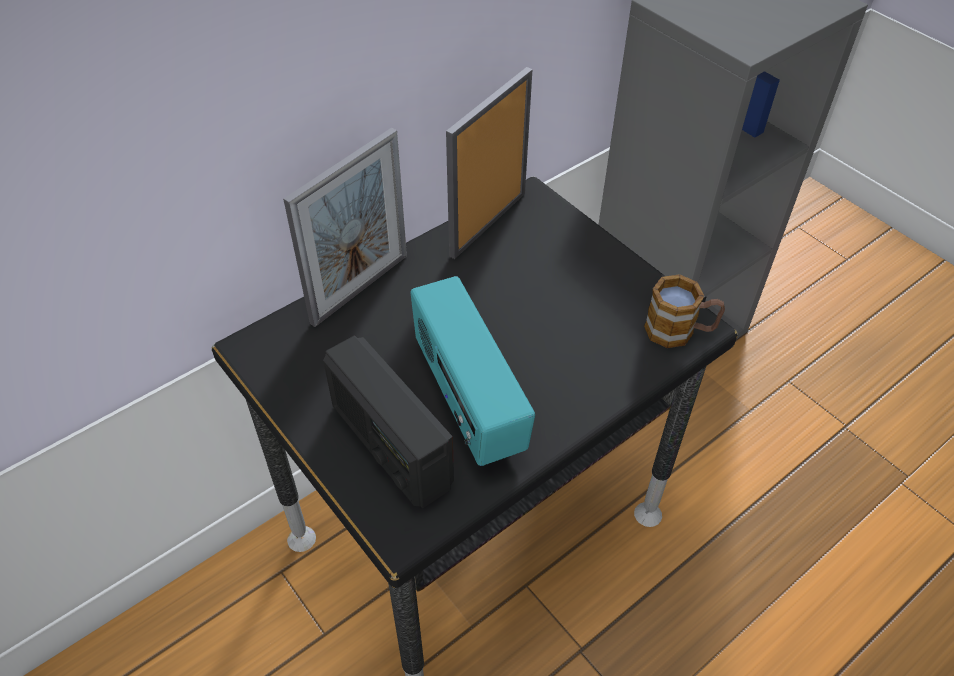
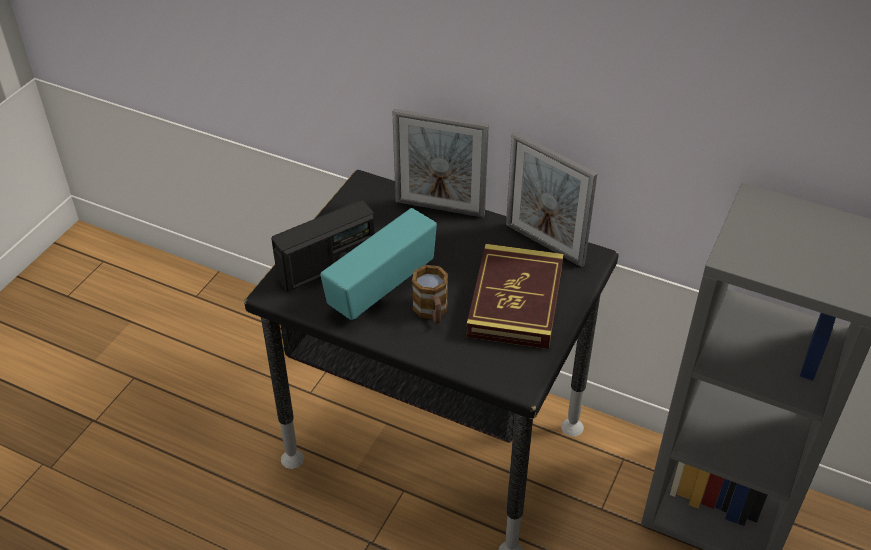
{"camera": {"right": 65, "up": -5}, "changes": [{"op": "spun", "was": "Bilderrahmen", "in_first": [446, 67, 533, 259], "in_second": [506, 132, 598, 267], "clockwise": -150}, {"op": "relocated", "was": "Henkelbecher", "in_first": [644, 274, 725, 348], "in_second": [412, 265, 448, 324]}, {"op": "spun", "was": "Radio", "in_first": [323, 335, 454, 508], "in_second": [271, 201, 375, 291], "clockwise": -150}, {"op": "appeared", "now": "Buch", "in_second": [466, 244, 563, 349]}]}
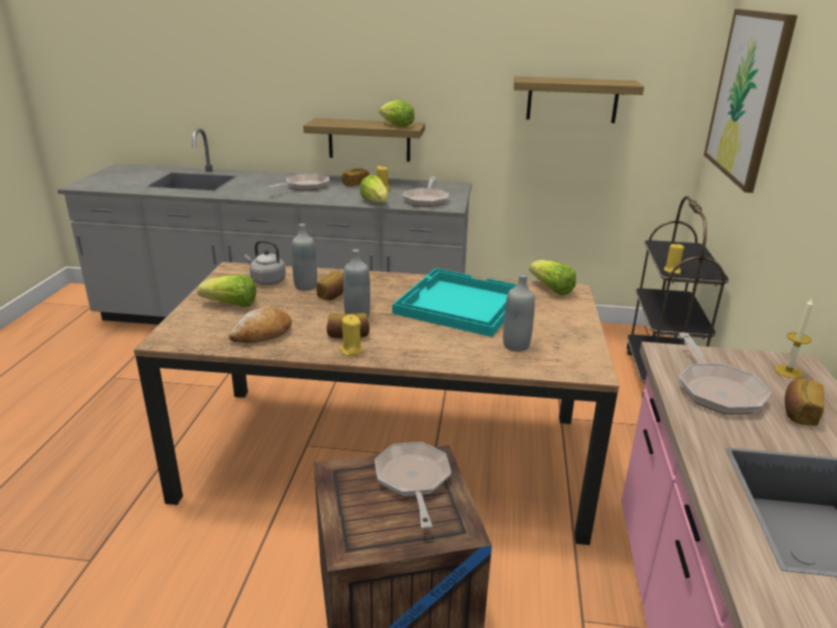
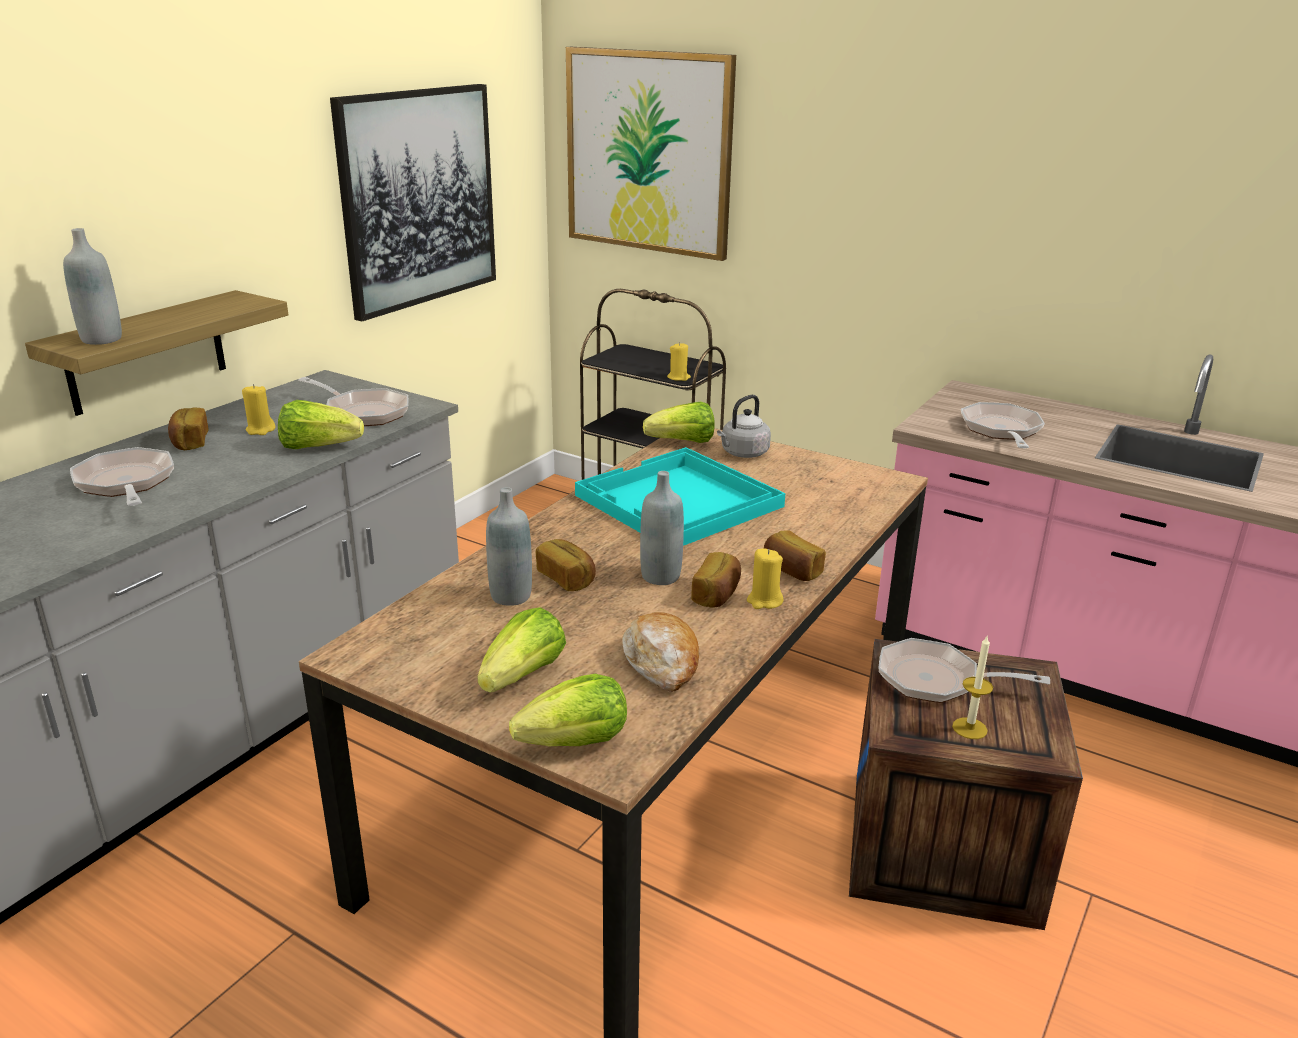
{"camera": {"right": -65, "up": 0}, "changes": [{"op": "exchanged", "was": "Wandregal", "now": "Bild", "in_first": [514, 76, 644, 123], "in_second": [330, 84, 496, 321]}, {"op": "relocated", "was": "Salatkopf", "in_first": [379, 100, 414, 127], "in_second": [509, 674, 627, 746]}, {"op": "relocated", "was": "Wasserkessel (grau)", "in_first": [244, 240, 286, 285], "in_second": [717, 395, 771, 458]}, {"op": "relocated", "was": "Flasche (grau)", "in_first": [503, 274, 535, 352], "in_second": [63, 228, 122, 345]}, {"op": "relocated", "was": "Kerze", "in_first": [775, 298, 813, 378], "in_second": [952, 636, 993, 739]}, {"op": "spun", "was": "Pfanne", "in_first": [679, 333, 771, 414], "in_second": [961, 402, 1045, 448], "clockwise": -105}, {"op": "relocated", "was": "Brot", "in_first": [785, 378, 824, 426], "in_second": [764, 530, 826, 581]}]}
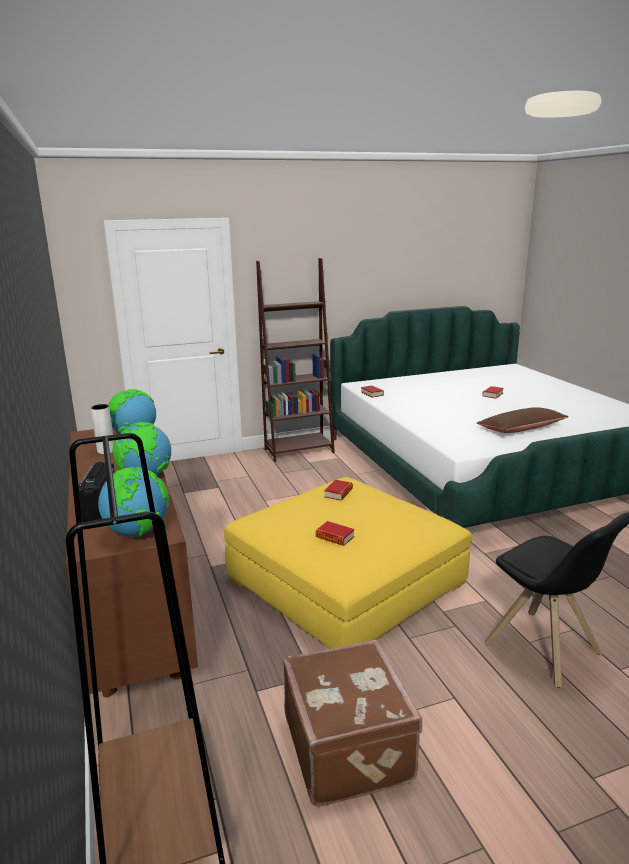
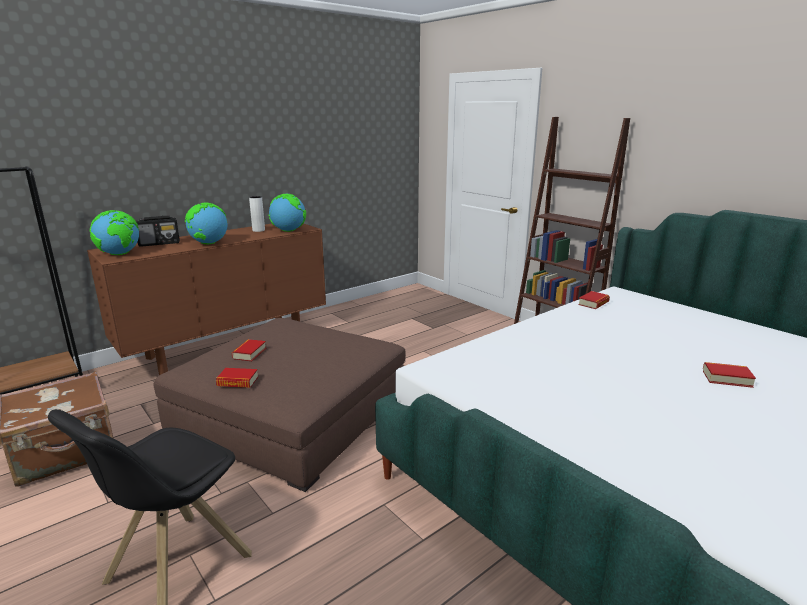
{"camera": {"right": 70, "up": 0}, "changes": [{"op": "missing", "was": "Kissen (braun)", "in_first": [477, 407, 569, 433]}, {"op": "colour", "was": "Polsterhocker (gelb)", "now": "Polsterhocker (braun)", "in_first": [224, 477, 472, 649], "in_second": [154, 318, 405, 492]}, {"op": "relocated", "was": "Buch", "in_first": [324, 480, 353, 501], "in_second": [216, 368, 258, 388]}]}
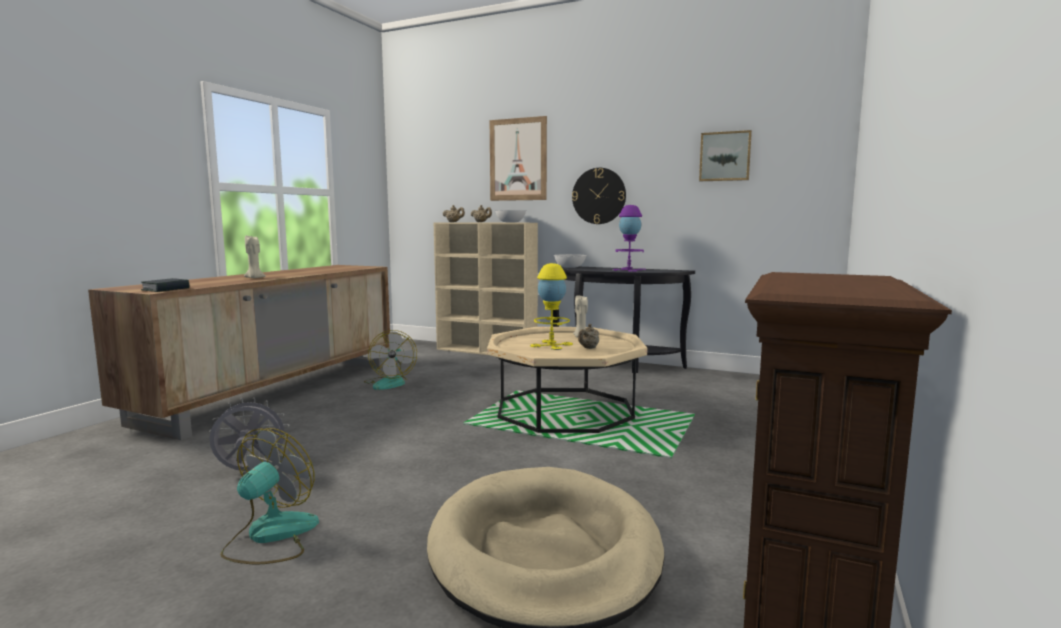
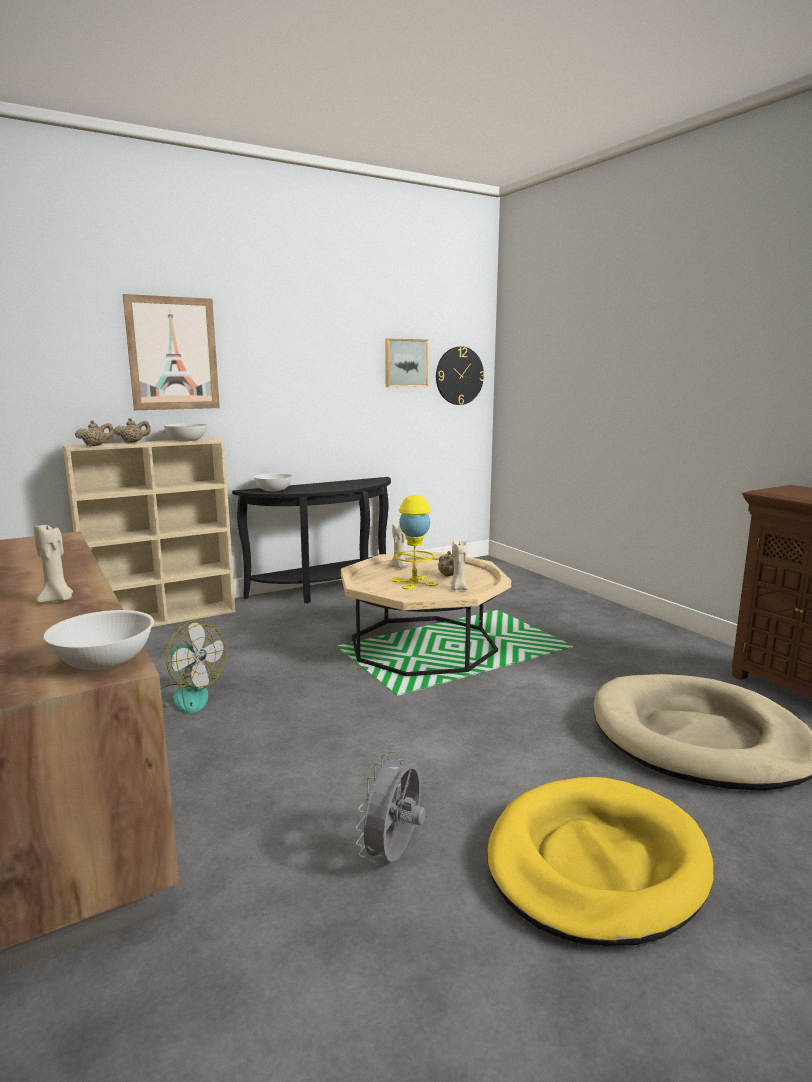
{"camera": {"right": -55, "up": 5}, "changes": [{"op": "relocated", "was": "Wanduhr", "in_first": [572, 168, 626, 224], "in_second": [436, 346, 485, 405]}, {"op": "missing", "was": "Tischlampe (lila)", "in_first": [612, 205, 646, 272]}, {"op": "exchanged", "was": "Buch", "now": "Schüssel (weiß)", "in_first": [141, 278, 189, 292], "in_second": [44, 610, 154, 670]}, {"op": "exchanged", "was": "Ventilator", "now": "Hundebett (gelb)", "in_first": [221, 428, 319, 564], "in_second": [487, 777, 713, 946]}, {"op": "appeared", "now": "Kerze (beige)", "in_second": [451, 540, 468, 590]}]}
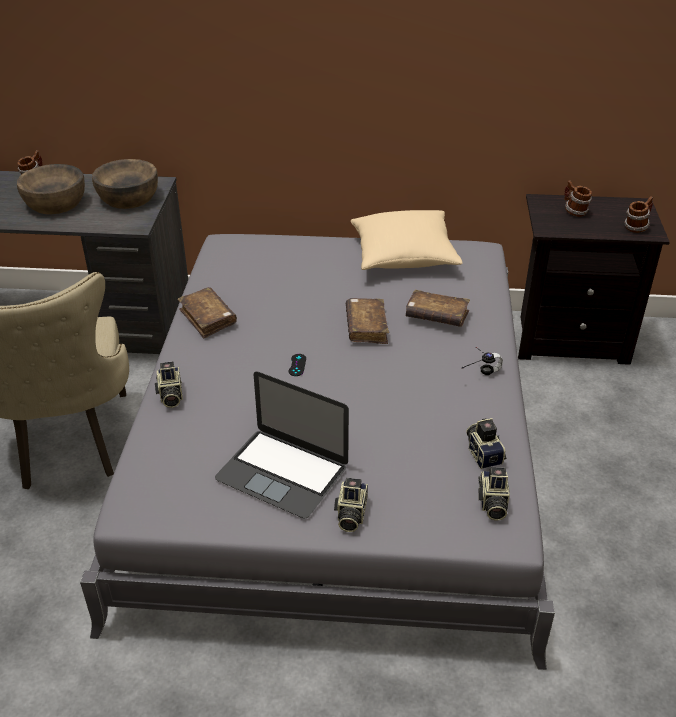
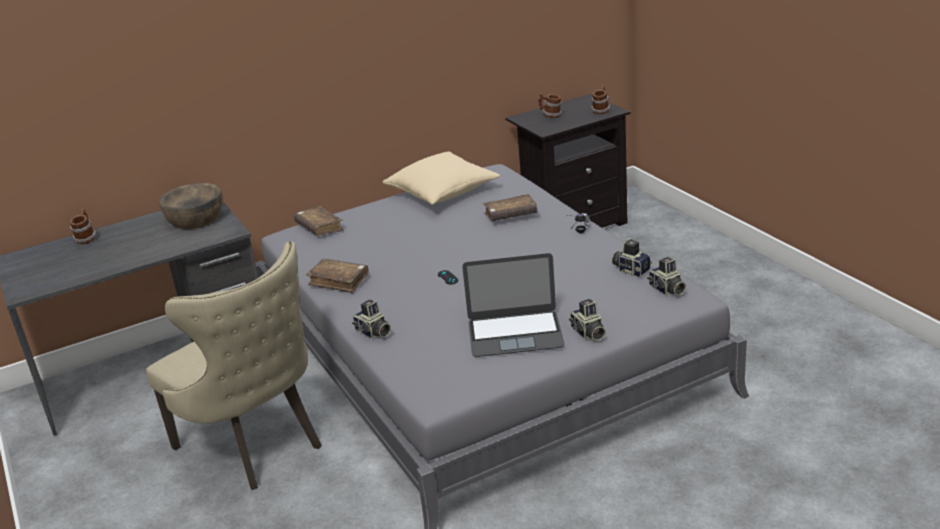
{"camera": {"right": -30, "up": -10}, "changes": [{"op": "missing", "was": "Schüssel (braun)", "in_first": [17, 164, 85, 214]}, {"op": "relocated", "was": "Buch (braun)", "in_first": [346, 298, 389, 344], "in_second": [294, 206, 344, 236]}]}
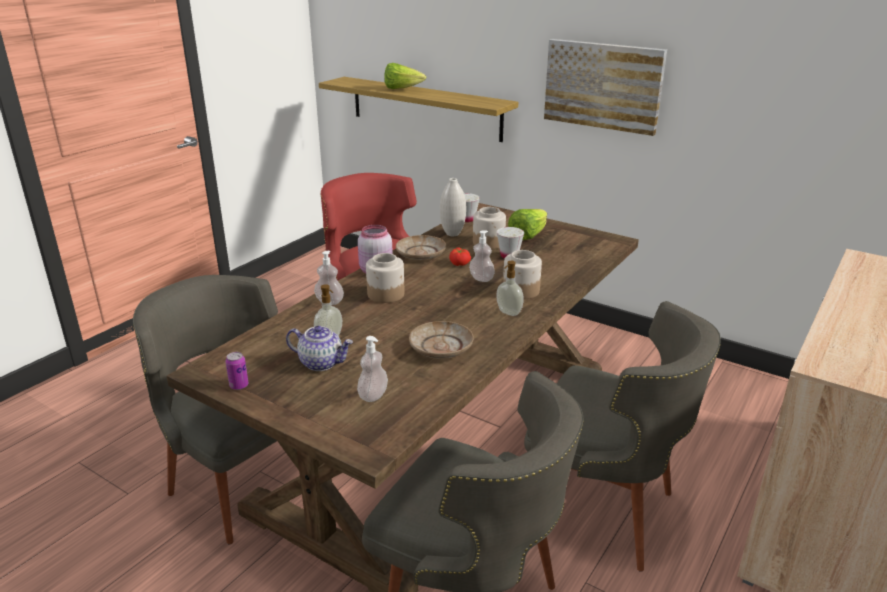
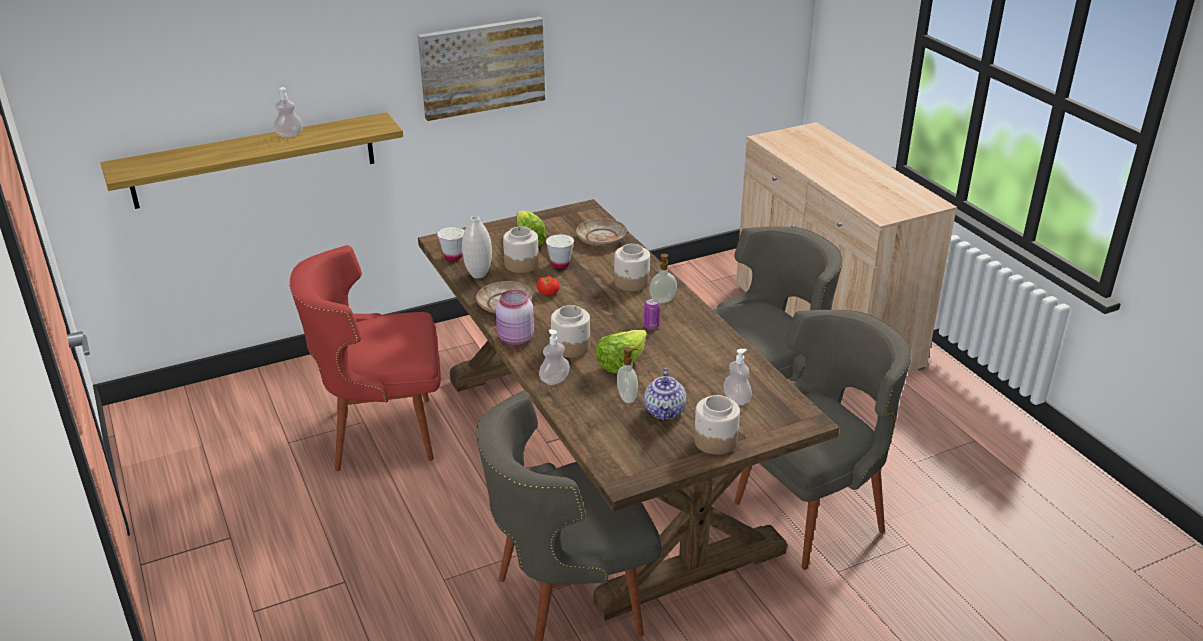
{"camera": {"right": -60, "up": 5}, "changes": [{"op": "relocated", "was": "Salatkopf", "in_first": [384, 63, 426, 89], "in_second": [595, 330, 647, 373]}, {"op": "relocated", "was": "Seifenspender", "in_first": [469, 230, 495, 282], "in_second": [274, 87, 303, 137]}, {"op": "relocated", "was": "Teller (beige)", "in_first": [409, 321, 474, 359], "in_second": [576, 219, 627, 246]}, {"op": "spun", "was": "Teekanne", "in_first": [286, 326, 353, 371], "in_second": [644, 368, 686, 421], "clockwise": 135}, {"op": "relocated", "was": "Dose", "in_first": [225, 352, 249, 390], "in_second": [644, 298, 660, 329]}, {"op": "appeared", "now": "Vorratsglas", "in_second": [694, 395, 740, 455]}]}
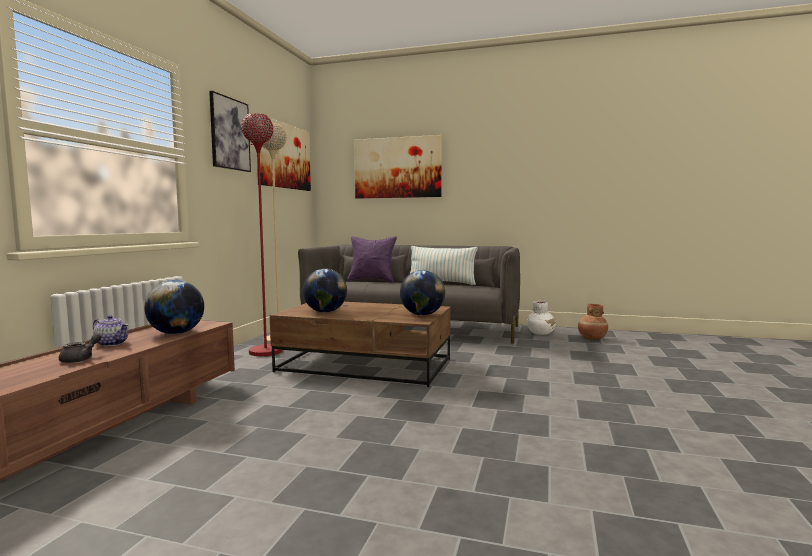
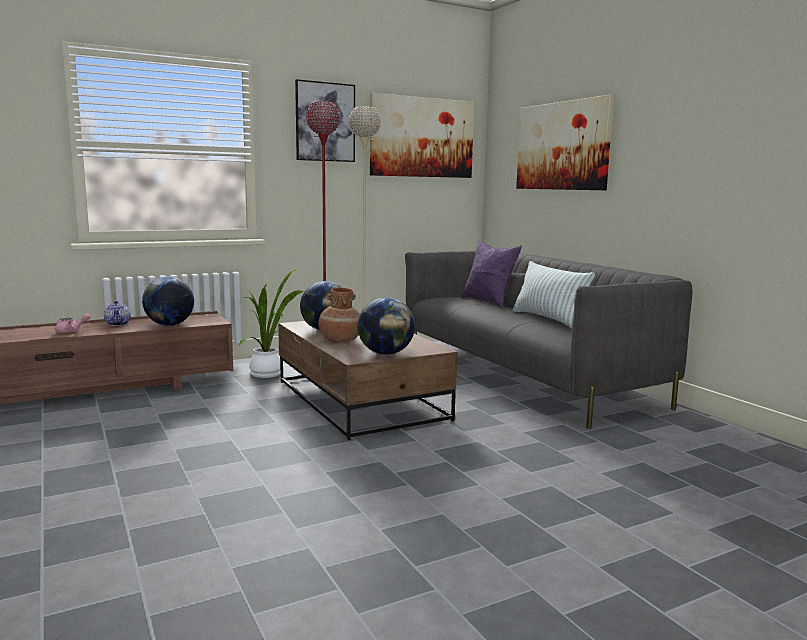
{"camera": {"right": 45, "up": 5}, "changes": [{"op": "missing", "was": "Vase (weiß)", "in_first": [527, 301, 556, 335]}, {"op": "relocated", "was": "Vase (braun)", "in_first": [578, 304, 608, 340], "in_second": [318, 288, 360, 343]}, {"op": "colour", "was": "Teekanne (grau)", "now": "Teekanne (rosa)", "in_first": [59, 333, 101, 363], "in_second": [55, 314, 91, 333]}, {"op": "appeared", "now": "Topfpflanze", "in_second": [239, 270, 303, 378]}]}
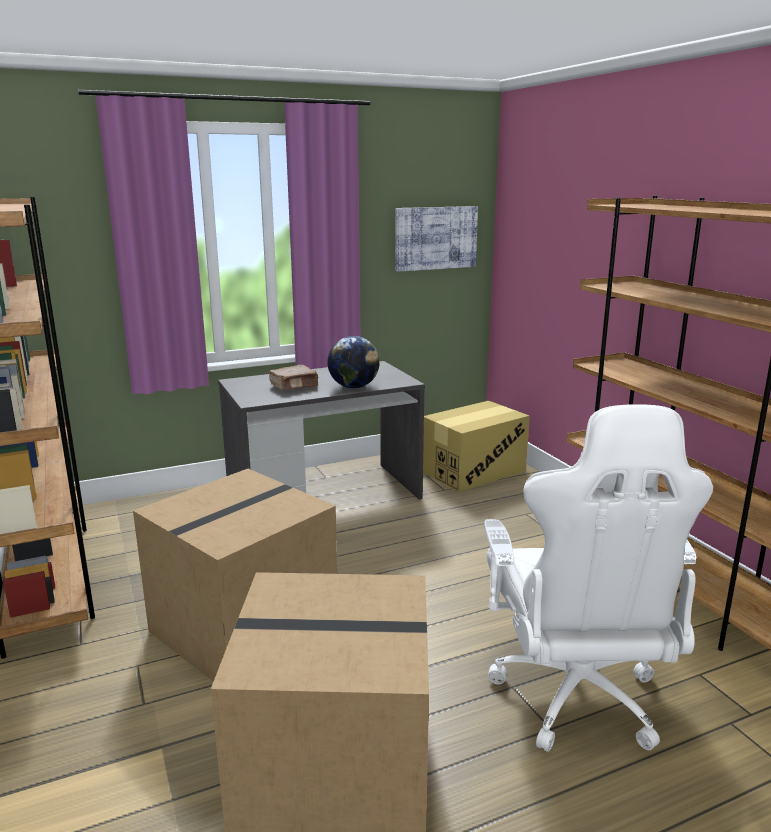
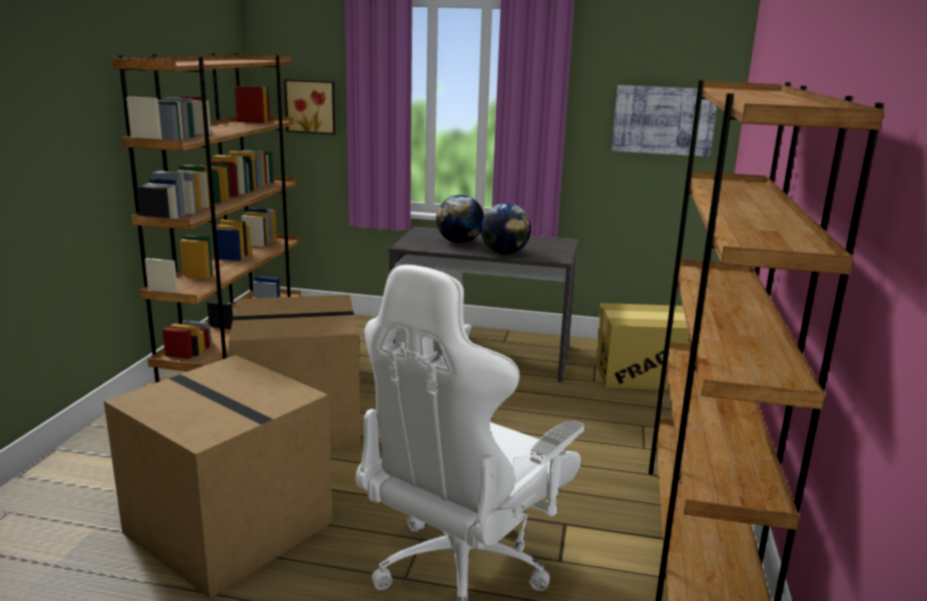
{"camera": {"right": 35, "up": 0}, "changes": [{"op": "exchanged", "was": "Buch (braun)", "now": "Globus", "in_first": [269, 365, 319, 390], "in_second": [436, 195, 484, 243]}, {"op": "appeared", "now": "Bild", "in_second": [284, 79, 335, 135]}]}
